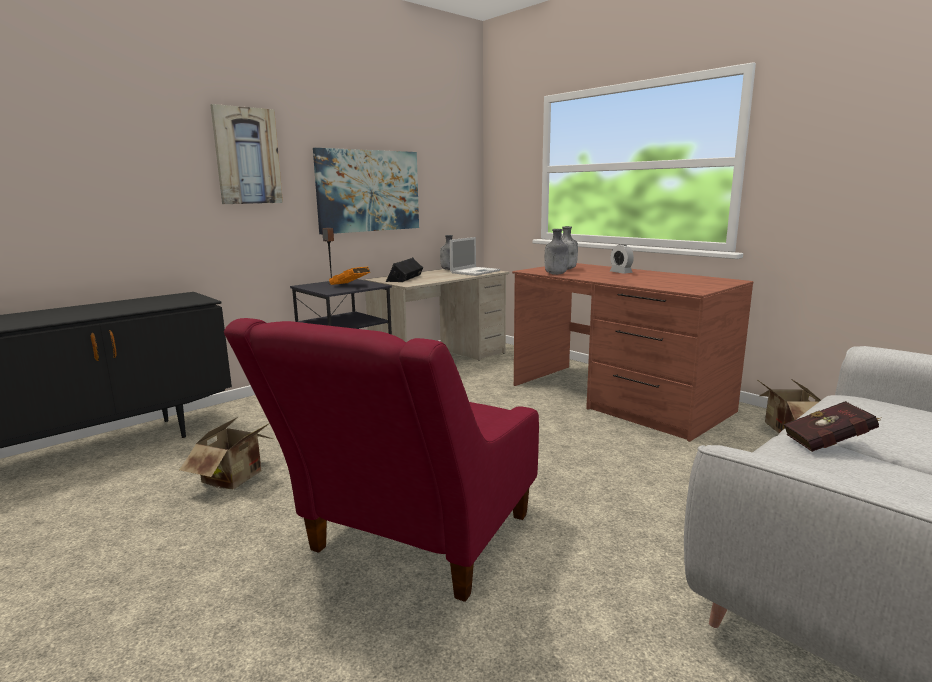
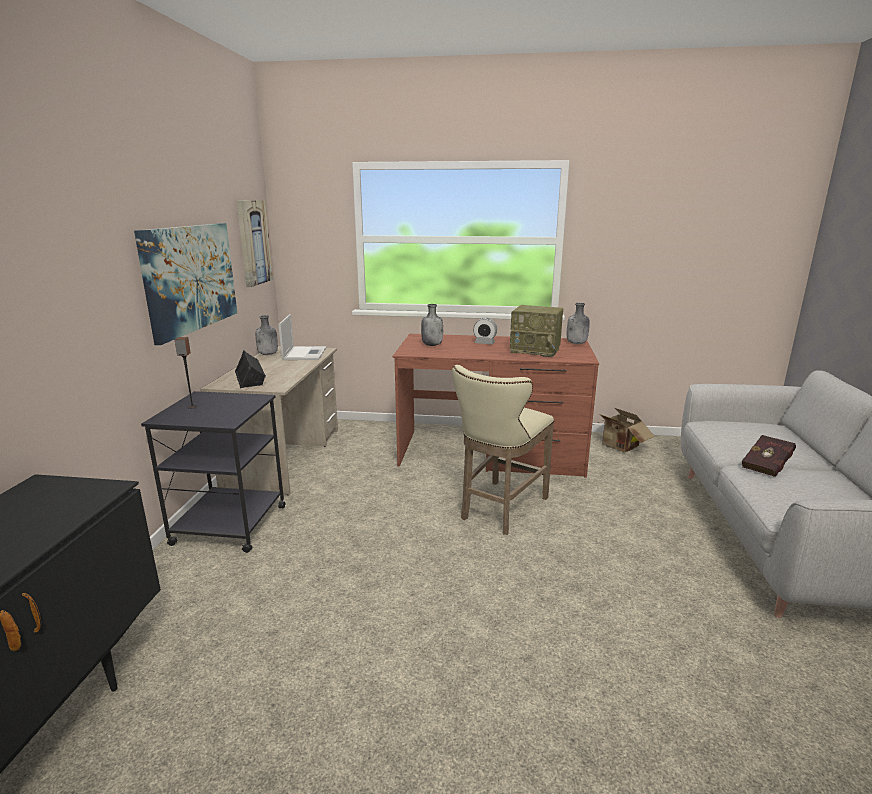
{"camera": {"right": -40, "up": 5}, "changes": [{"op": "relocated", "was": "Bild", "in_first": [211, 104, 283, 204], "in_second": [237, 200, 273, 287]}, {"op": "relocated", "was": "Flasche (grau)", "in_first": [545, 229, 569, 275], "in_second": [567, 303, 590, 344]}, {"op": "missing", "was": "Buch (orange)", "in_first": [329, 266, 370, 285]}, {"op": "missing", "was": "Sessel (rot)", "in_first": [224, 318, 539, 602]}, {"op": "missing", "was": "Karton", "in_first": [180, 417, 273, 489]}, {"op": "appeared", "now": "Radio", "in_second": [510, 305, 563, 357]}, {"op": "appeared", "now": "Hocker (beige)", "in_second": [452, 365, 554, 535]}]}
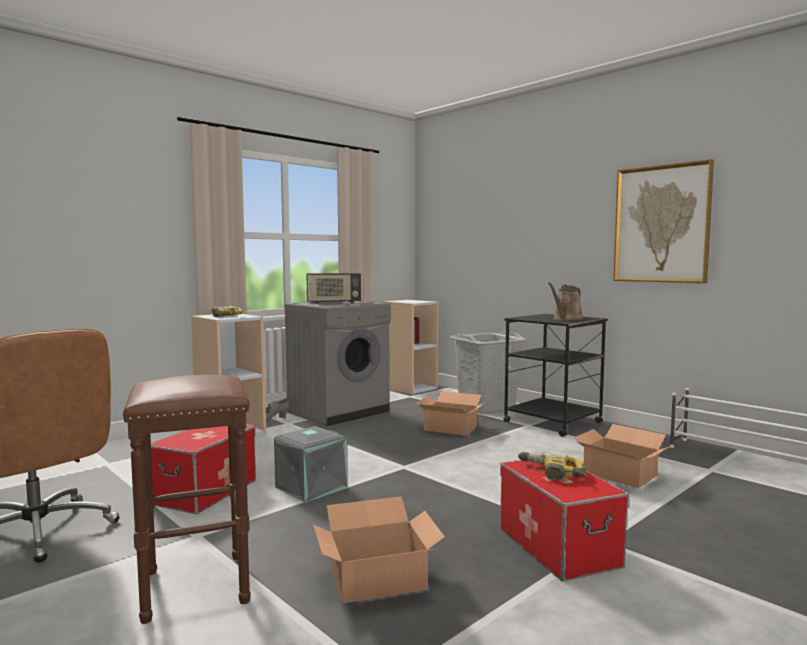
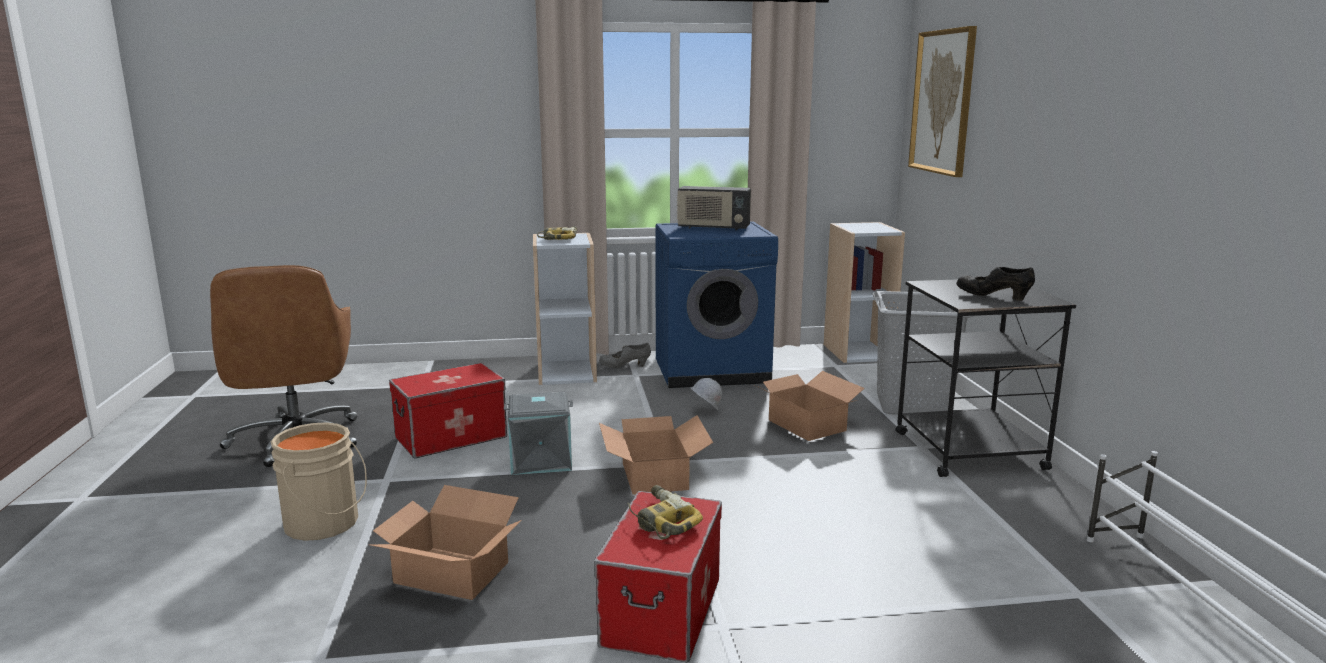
{"camera": {"right": 35, "up": 10}, "changes": [{"op": "relocated", "was": "Bild", "in_first": [613, 159, 714, 283], "in_second": [908, 26, 977, 177]}, {"op": "exchanged", "was": "Gießkanne (braun)", "now": "Schuh (schwarz)", "in_first": [548, 282, 584, 320], "in_second": [956, 267, 1035, 301]}, {"op": "colour", "was": "Waschmaschine (grau)", "now": "Waschmaschine (blau)", "in_first": [285, 301, 391, 426], "in_second": [655, 221, 778, 388]}, {"op": "exchanged", "was": "Hocker (braun)", "now": "Eimer (beige)", "in_first": [123, 375, 251, 624], "in_second": [271, 422, 367, 541]}, {"op": "relocated", "was": "Karton", "in_first": [574, 424, 671, 488], "in_second": [599, 415, 713, 495]}, {"op": "appeared", "now": "Schutzhelm (weiß)", "in_second": [691, 378, 722, 410]}]}
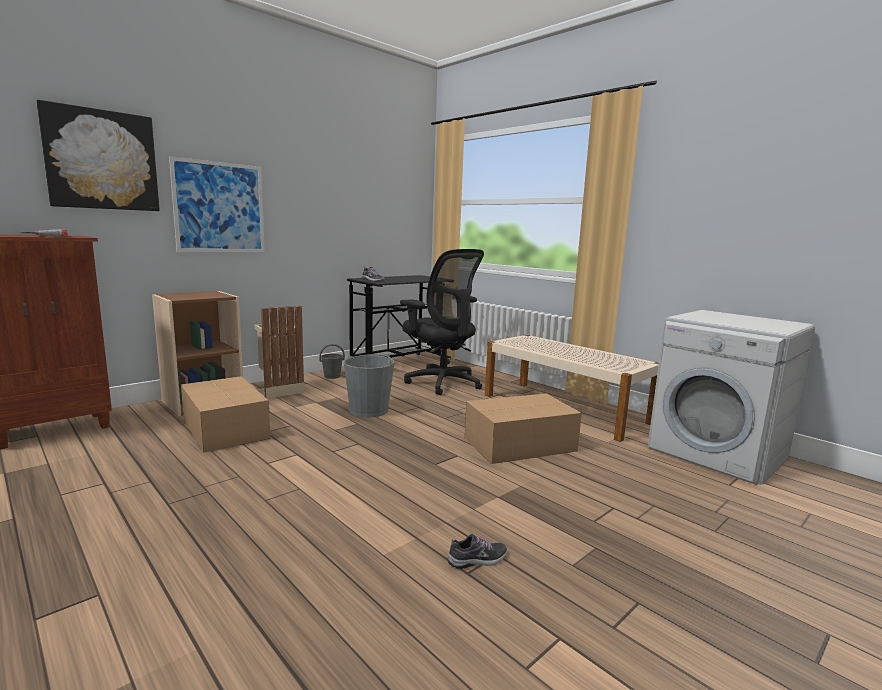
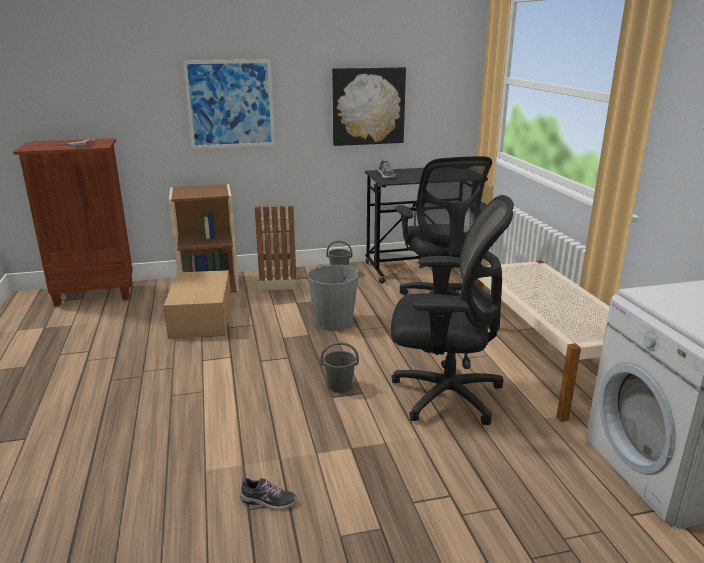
{"camera": {"right": 30, "up": 10}, "changes": [{"op": "relocated", "was": "Bild", "in_first": [36, 100, 160, 211], "in_second": [332, 67, 406, 146]}, {"op": "exchanged", "was": "Karton", "now": "Bürostuhl (schwarz)", "in_first": [465, 394, 582, 464], "in_second": [390, 195, 514, 425]}, {"op": "appeared", "now": "Eimer (grau)", "in_second": [320, 342, 359, 393]}]}
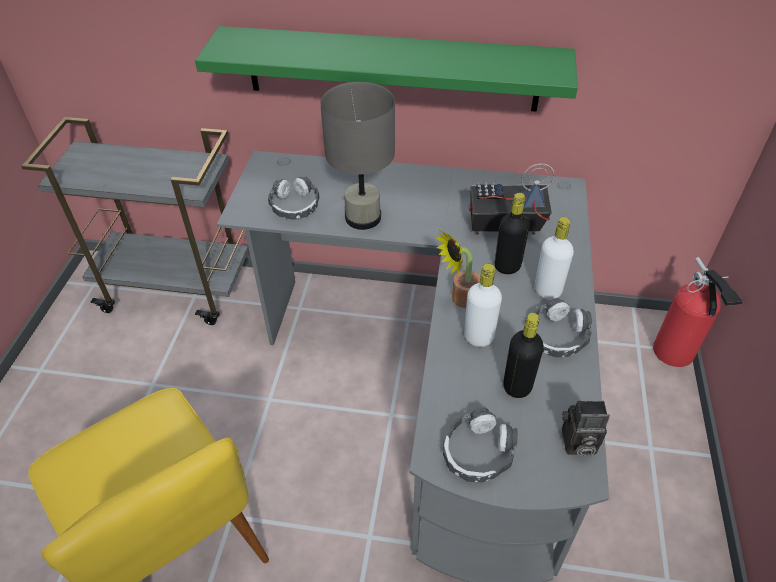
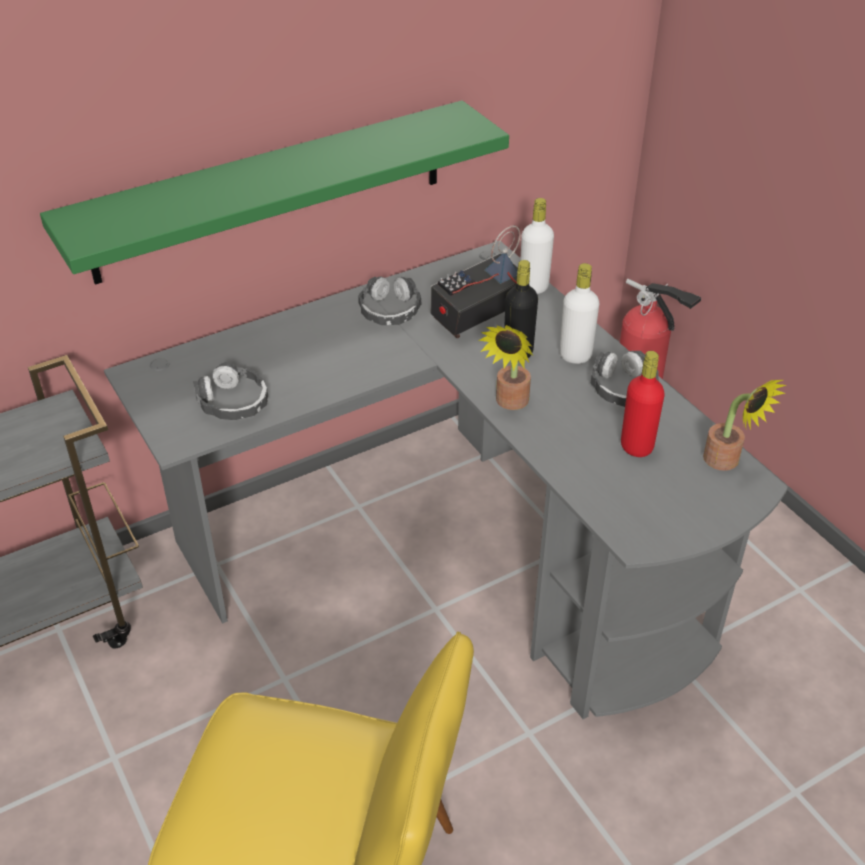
{"camera": {"right": -40, "up": -5}, "changes": [{"op": "missing", "was": "Tischlampe (grau)", "in_first": [321, 82, 395, 230]}, {"op": "relocated", "was": "Flasche (weiß)", "in_first": [464, 264, 502, 347], "in_second": [520, 198, 554, 294]}, {"op": "colour", "was": "Flasche (schwarz)", "now": "Flasche (rot)", "in_first": [503, 313, 544, 398], "in_second": [621, 351, 665, 457]}, {"op": "exchanged", "was": "Kamera", "now": "Topfpflanze", "in_first": [562, 401, 610, 456], "in_second": [703, 380, 787, 471]}, {"op": "relocated", "was": "Kopfhörer", "in_first": [443, 407, 518, 482], "in_second": [358, 276, 422, 325]}]}
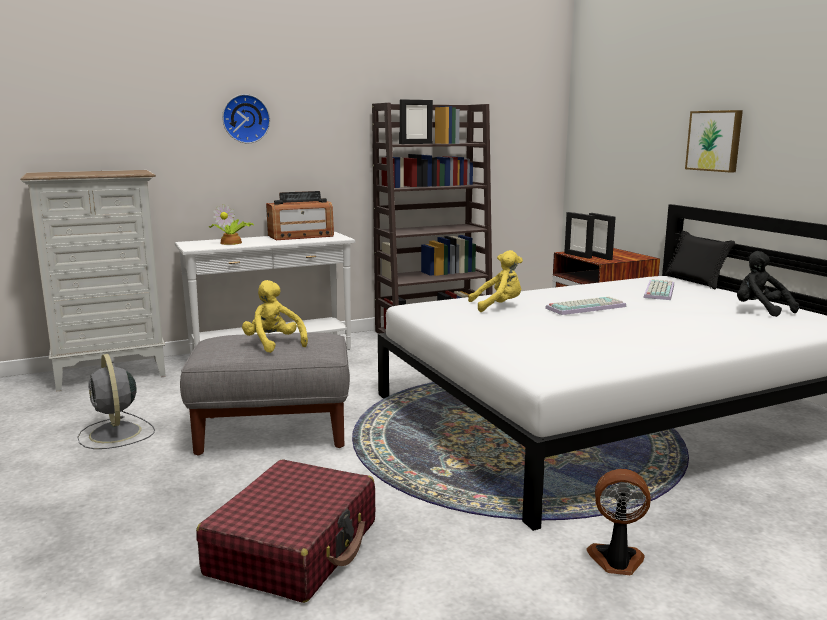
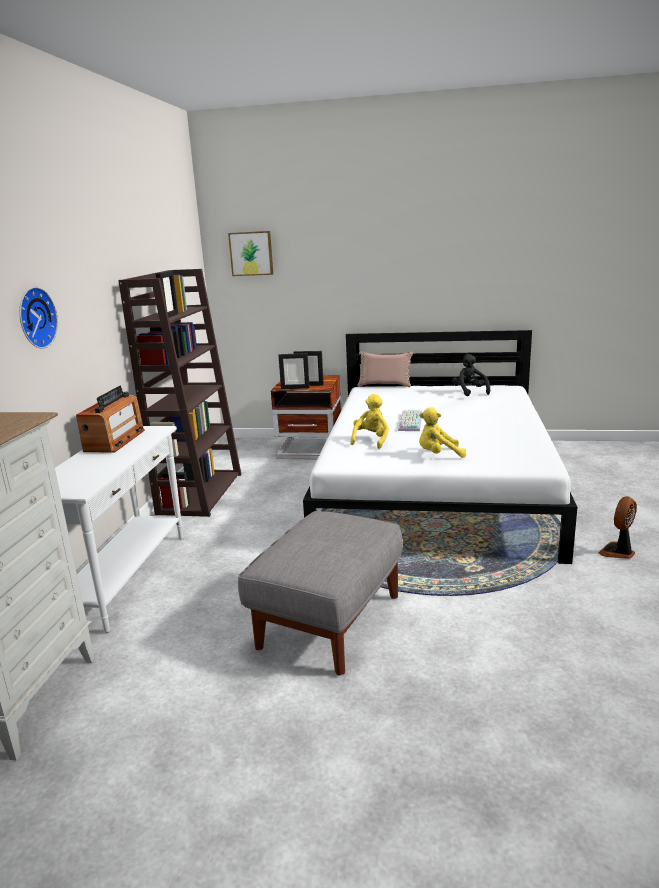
{"camera": {"right": -55, "up": 5}, "changes": [{"op": "relocated", "was": "Bild", "in_first": [685, 110, 743, 173], "in_second": [228, 231, 273, 276]}, {"op": "missing", "was": "Topfpflanze", "in_first": [209, 204, 255, 245]}, {"op": "colour", "was": "Kissen (schwarz)", "now": "Kissen (beige)", "in_first": [664, 231, 735, 289], "in_second": [358, 352, 413, 387]}, {"op": "spun", "was": "Plüschtier (schwarz)", "in_first": [737, 251, 799, 317], "in_second": [452, 354, 490, 396], "clockwise": 75}, {"op": "missing", "was": "Tastatur", "in_first": [643, 279, 674, 300]}, {"op": "relocated", "was": "Plüschtier (gelb)", "in_first": [242, 280, 308, 353], "in_second": [419, 407, 466, 458]}, {"op": "missing", "was": "Ventilator (grau)", "in_first": [78, 354, 155, 449]}, {"op": "missing", "was": "Koffer (rot)", "in_first": [196, 460, 375, 603]}]}
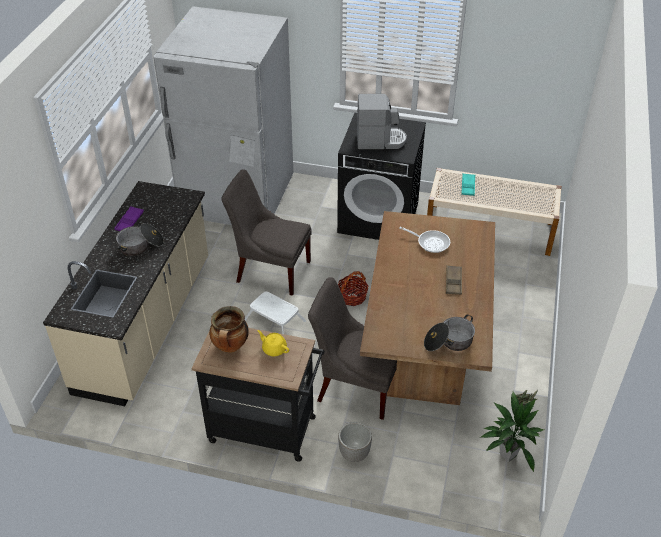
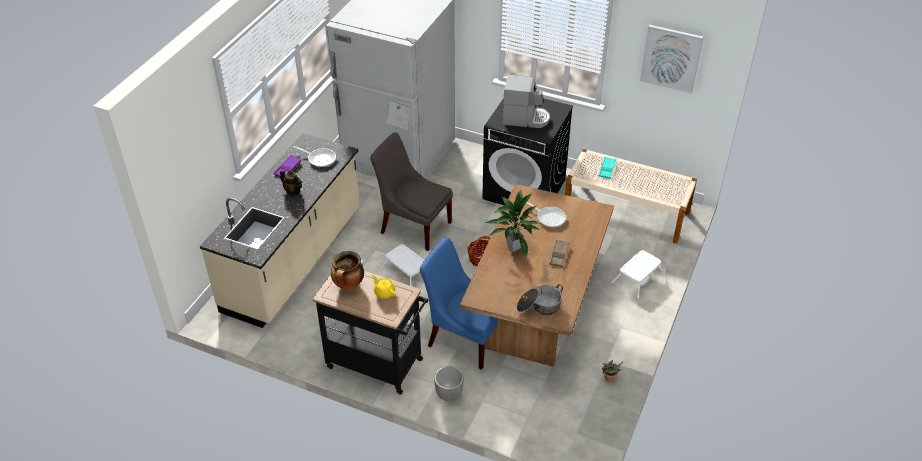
{"camera": {"right": 10, "up": 0}, "changes": [{"op": "exchanged", "was": "Kochtopf", "now": "Teekanne", "in_first": [116, 223, 164, 256], "in_second": [280, 170, 302, 195]}, {"op": "colour", "was": "Stuhl (grau)", "now": "Stuhl (blau)", "in_first": [308, 277, 397, 420], "in_second": [420, 237, 498, 370]}, {"op": "relocated", "was": "Topfpflanze", "in_first": [481, 391, 544, 472], "in_second": [486, 190, 540, 257]}, {"op": "appeared", "now": "Bild", "in_second": [640, 25, 703, 93]}, {"op": "appeared", "now": "Pfanne", "in_second": [293, 146, 336, 167]}, {"op": "appeared", "now": "Trittleiter (weiß)", "in_second": [611, 250, 665, 298]}]}
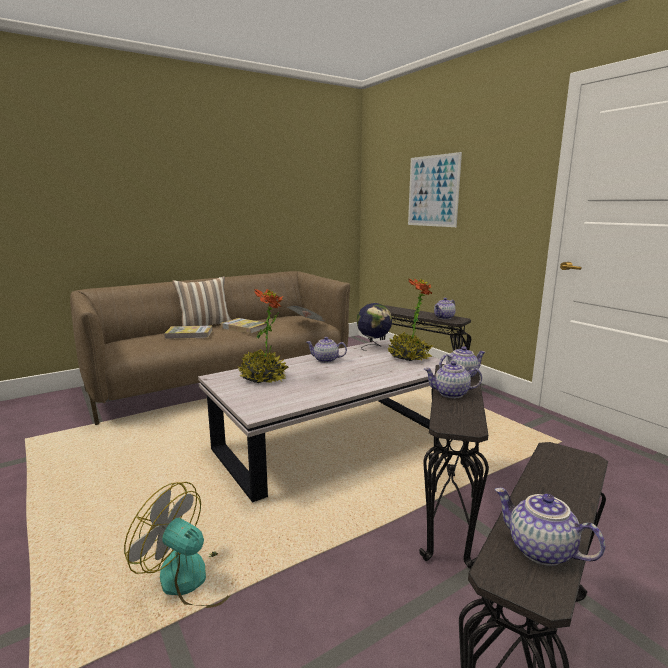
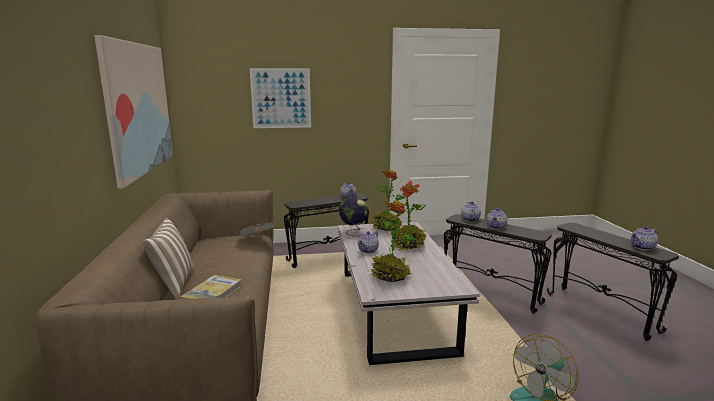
{"camera": {"right": -65, "up": 0}, "changes": [{"op": "missing", "was": "Buch", "in_first": [221, 318, 267, 334]}, {"op": "appeared", "now": "Bild", "in_second": [94, 35, 173, 189]}, {"op": "appeared", "now": "Topfpflanze", "in_second": [388, 181, 426, 251]}]}
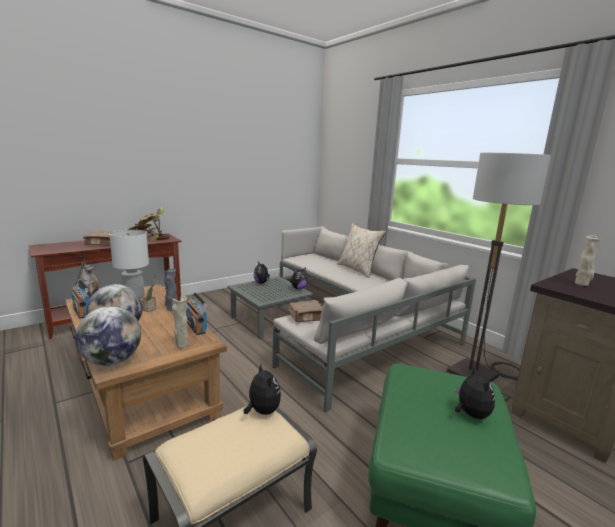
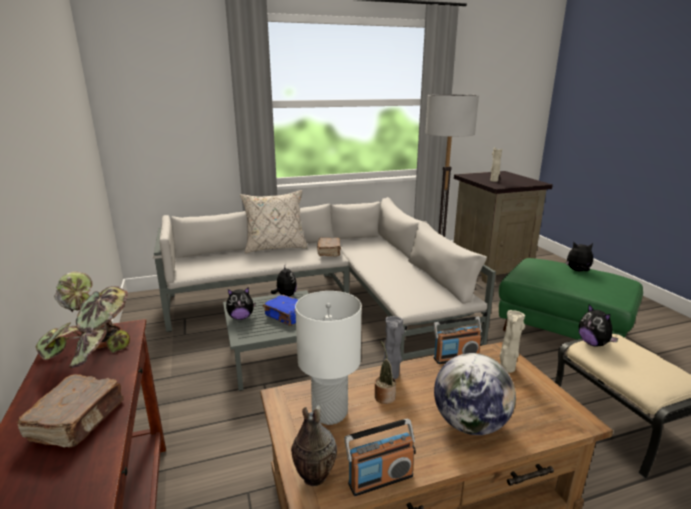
{"camera": {"right": -70, "up": 5}, "changes": [{"op": "relocated", "was": "Buch (braun)", "in_first": [289, 300, 322, 322], "in_second": [317, 237, 341, 257]}, {"op": "missing", "was": "Globus", "in_first": [75, 306, 141, 366]}, {"op": "spun", "was": "Plüschtier", "in_first": [244, 364, 281, 415], "in_second": [579, 304, 618, 346], "clockwise": -105}, {"op": "appeared", "now": "Buch (blau)", "in_second": [263, 295, 298, 326]}]}
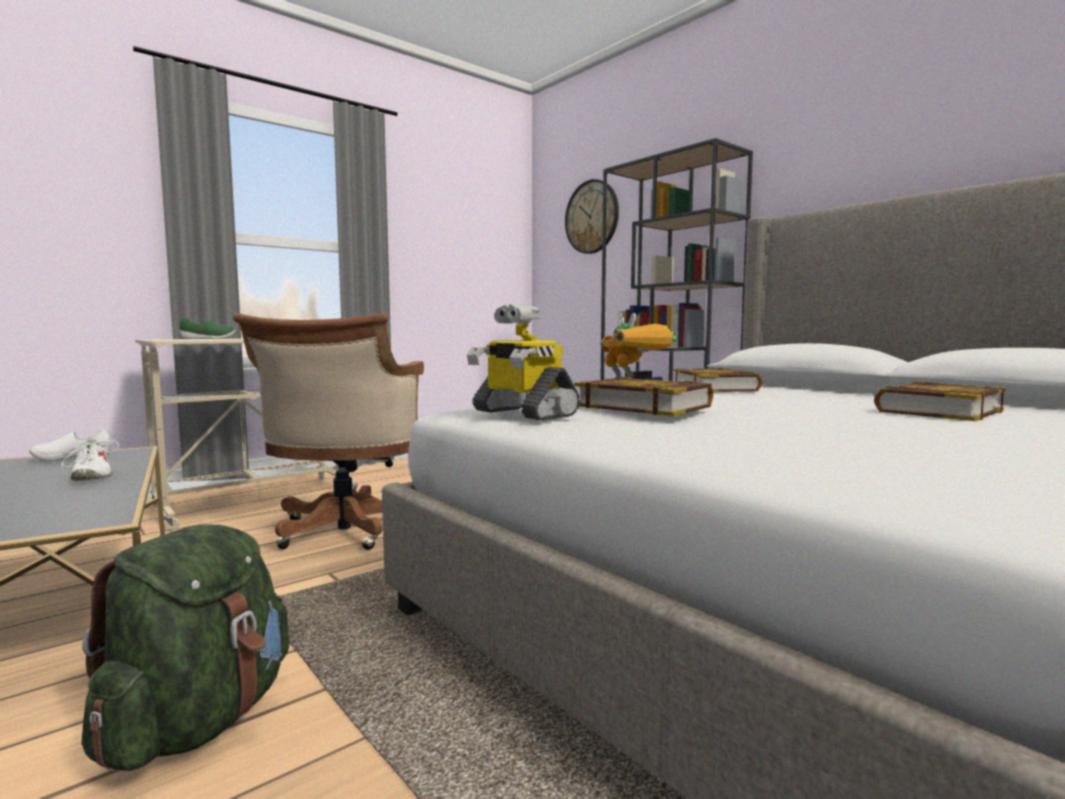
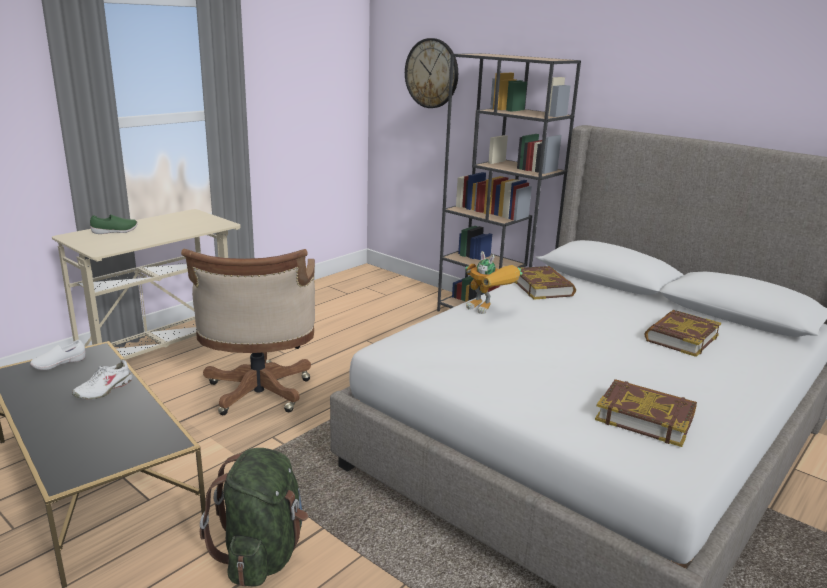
{"camera": {"right": -10, "up": 15}, "changes": [{"op": "missing", "was": "Spielzeugroboter", "in_first": [467, 304, 580, 421]}, {"op": "relocated", "was": "Buch", "in_first": [574, 377, 713, 416], "in_second": [595, 379, 697, 447]}, {"op": "spun", "was": "Schuh (weiß)", "in_first": [57, 438, 119, 481], "in_second": [72, 359, 132, 399], "clockwise": 75}]}
